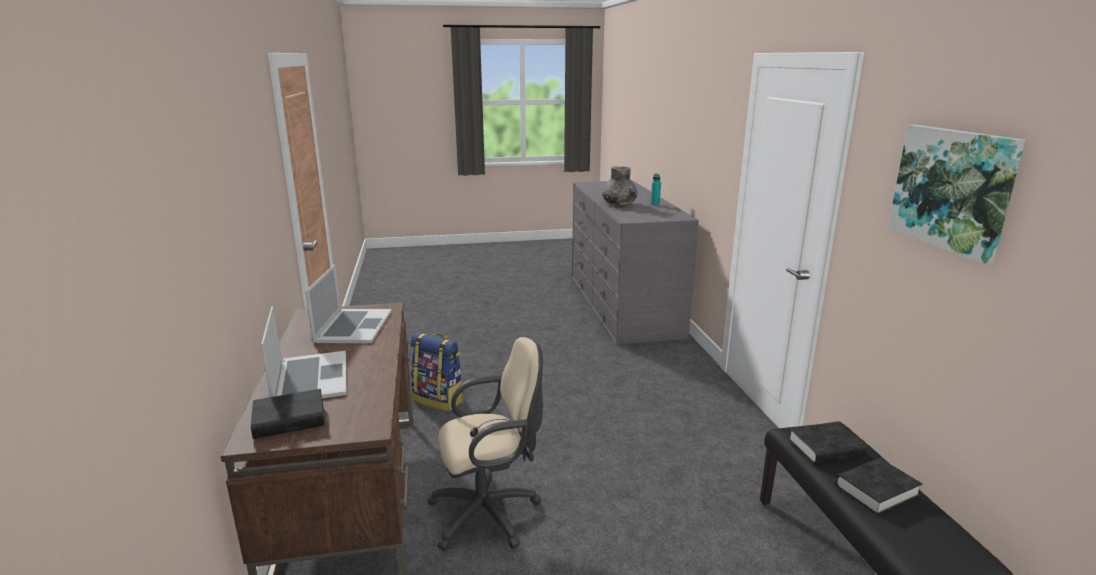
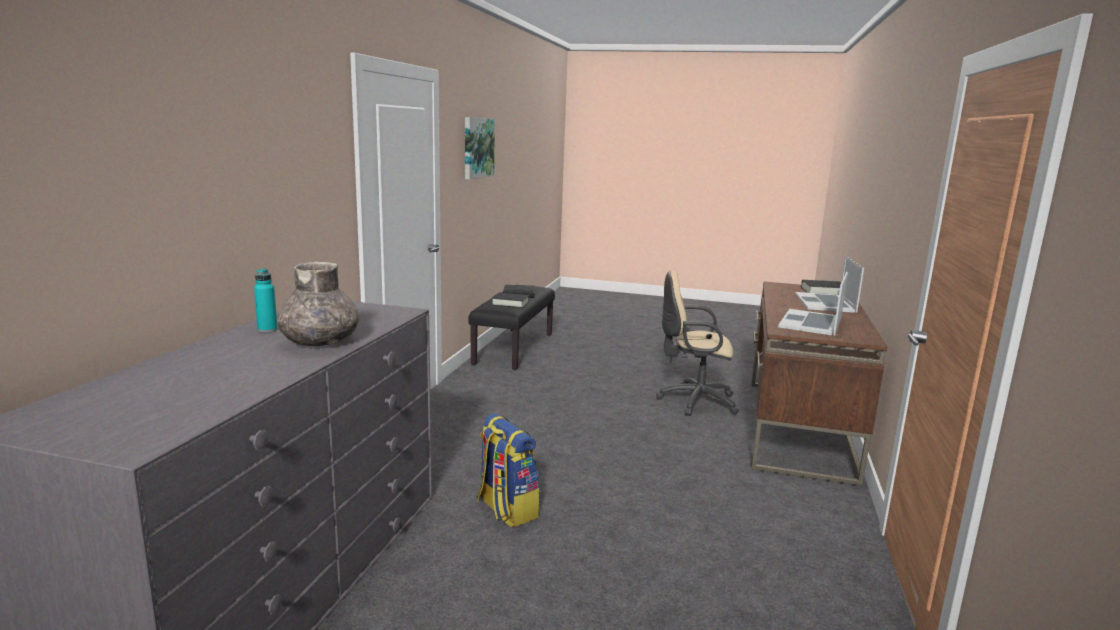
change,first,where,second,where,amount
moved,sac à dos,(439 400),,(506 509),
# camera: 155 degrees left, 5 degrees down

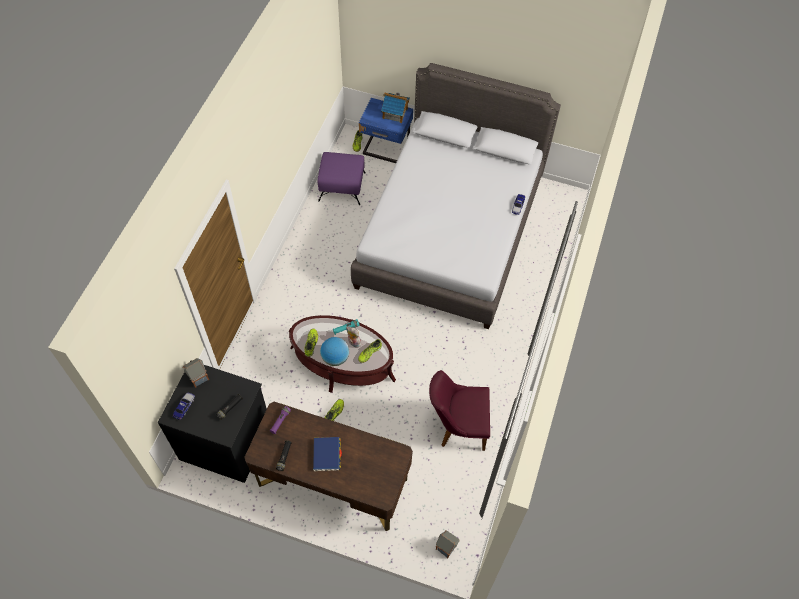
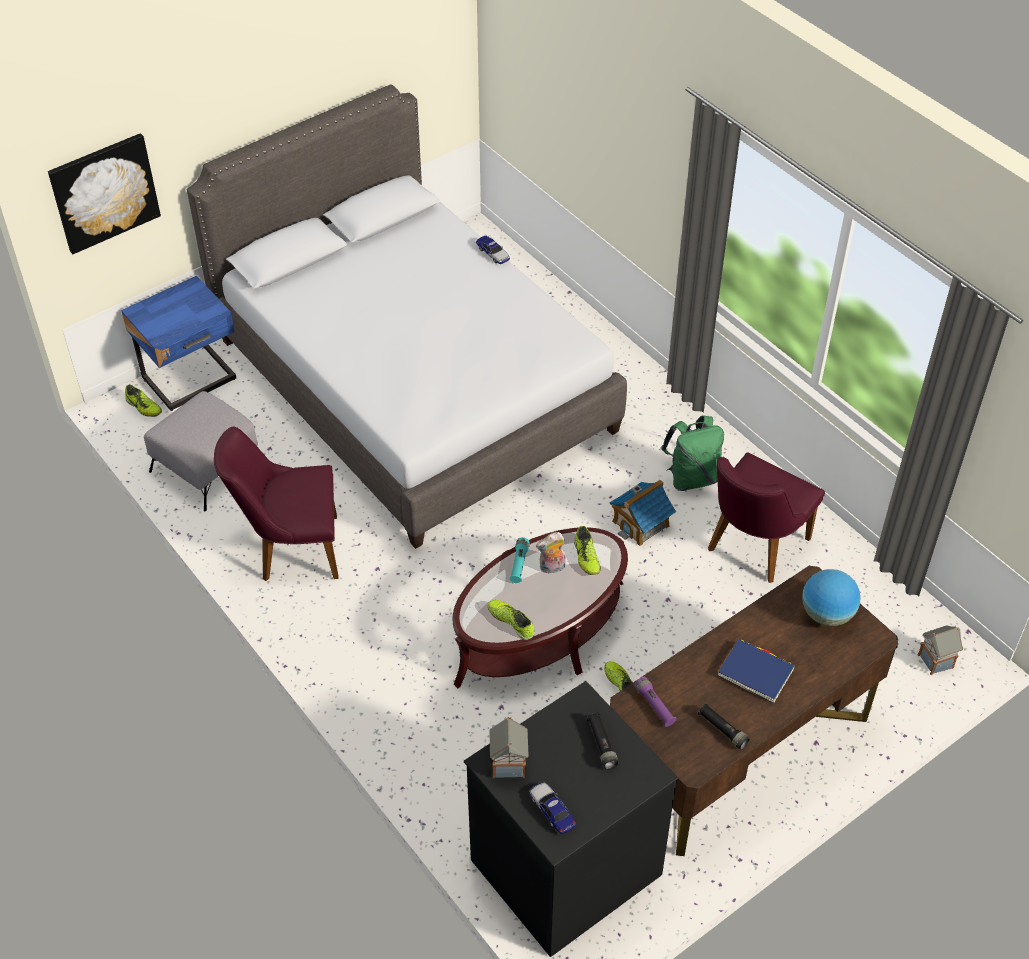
change,first,where,second,where,amount
added,,,tableau,(104 192),
added,,,chaise (violet),(290 549),
added,,,sac à dos (vert),(691 478),
moved,globe,(335 358),,(826 614),
moved,maison miniature,(395 113),,(641 523),
recoloured,pouf (violet),(342 186),pouf (gris),(207 467),
# camera: 55 degrees left, 10 degrees down

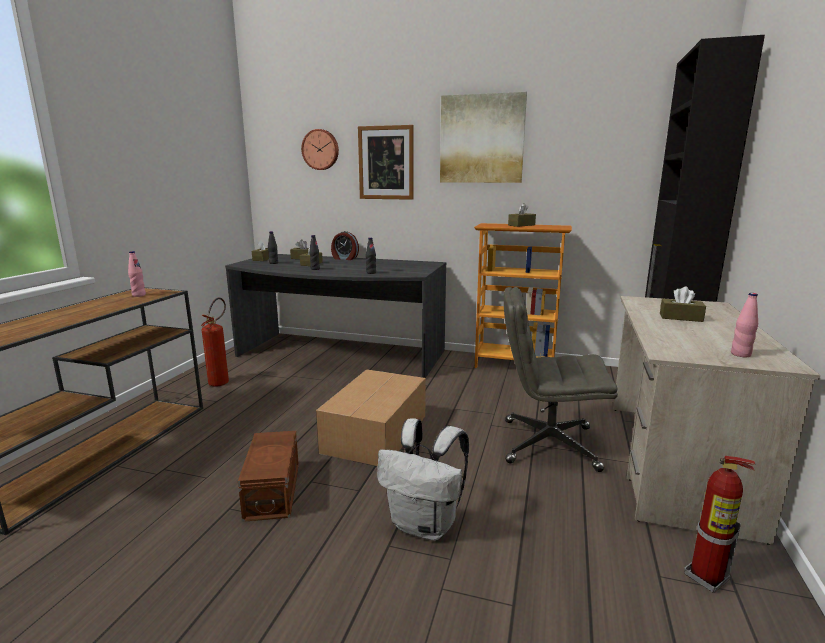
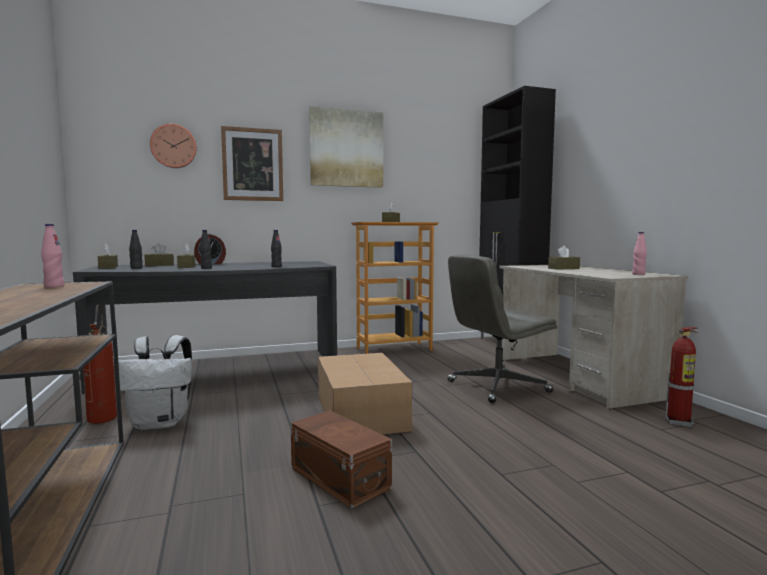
change,first,where,second,where,amount
moved,sac à dos (blanc),(425 525),,(161 423),
# camera: 35 degrees left, 10 degrees down

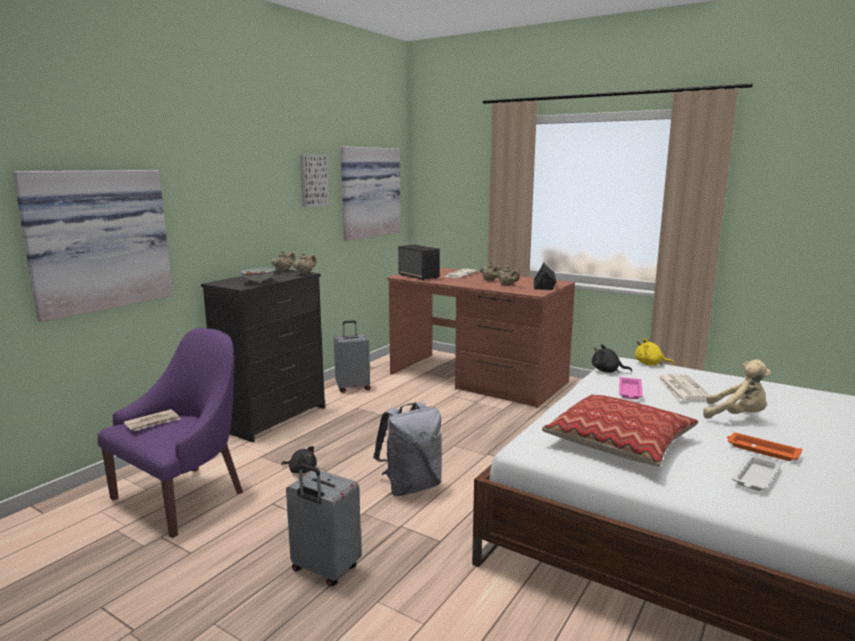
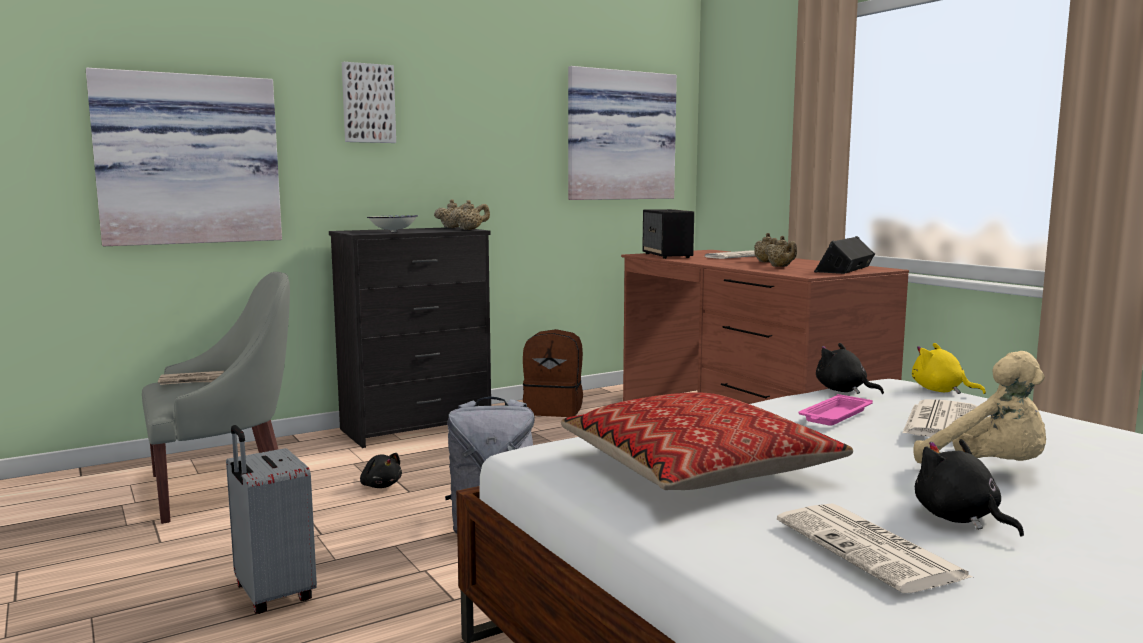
change,first,where,second,where,amount
moved,tableau,(312 180),,(368 103),
replaced,valise (gris),(353 388),sac à dos (marron),(554 410),
replaced,plateau (orange),(761 450),peluche (noir),(959 519),
replaced,plateau (blanc),(755 477),journal,(871 549),
recoloured,fauteuil (violet),(183 496),fauteuil (gris),(223 487),
# camera: 25 degrees right, 5 degrees down

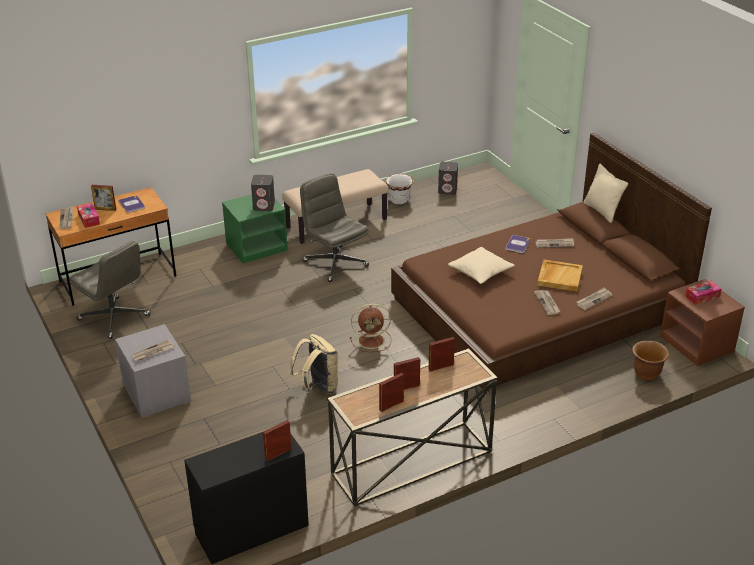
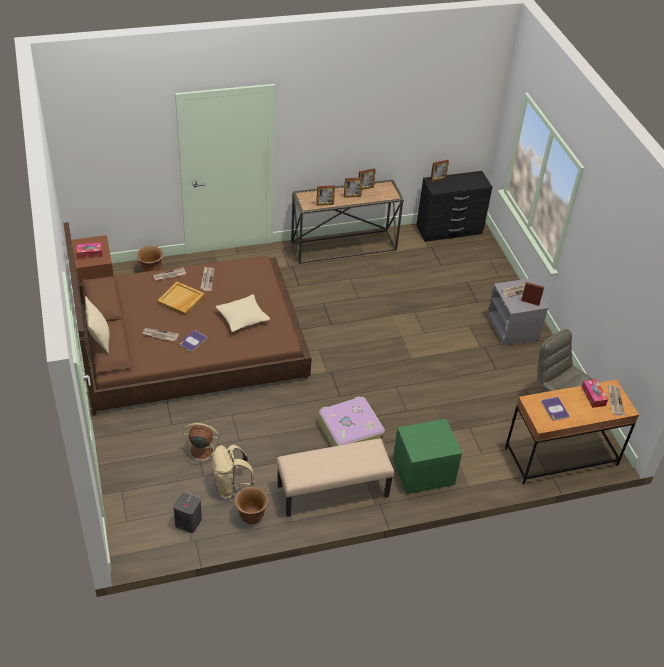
change,first,where,second,where,amount
removed,enceinte (gris),(264 206),,,
moved,cadre photo,(105 209),,(530 302),
moved,sac à dos (beige),(318 387),,(231 487),
moved,ventilateur (marron),(372 340),,(200 450),
replaced,chaise de bureau (gris),(334 263),valise,(349 432),
recoloured,cache-pot (blanc),(399 200),cache-pot (marron),(251 516),
# camera: 170 degrees left, 10 degrees up

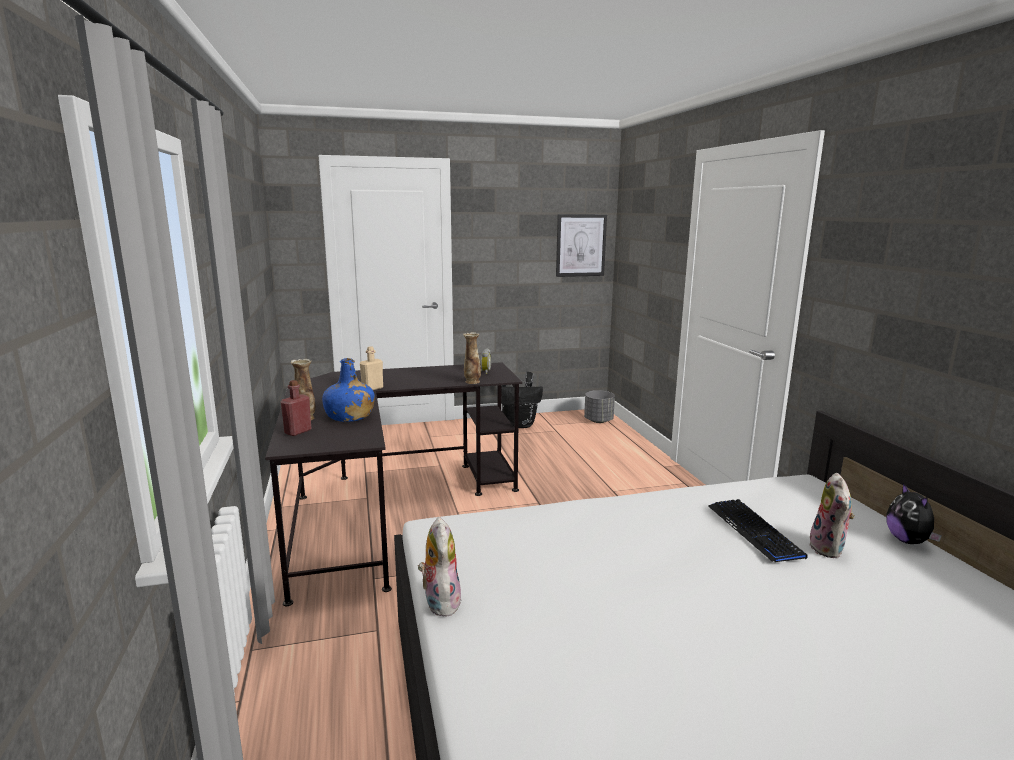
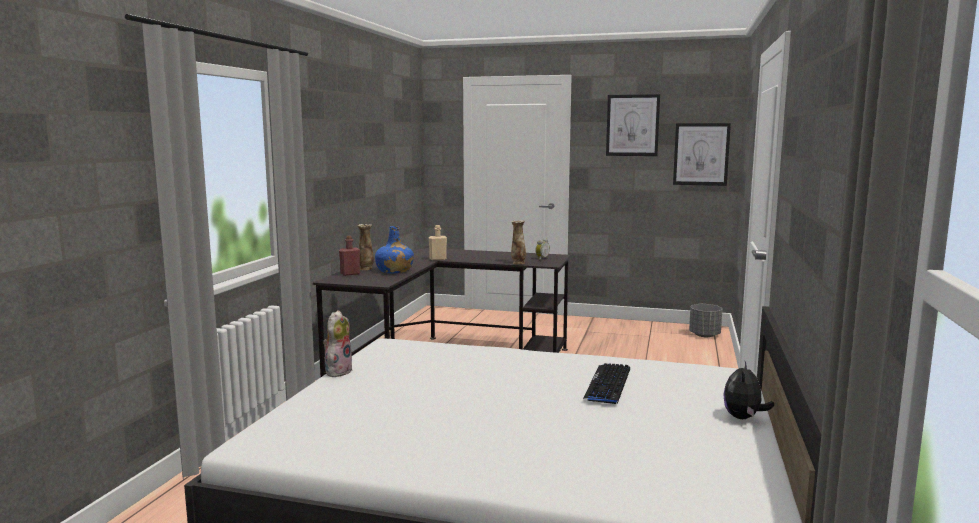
change,first,where,second,where,amount
removed,sac à dos (noir),(519 425),,,
removed,peluche,(829 549),,,
added,,,tableau,(632 125),
# camera: 30 degrees right, 5 degrees down

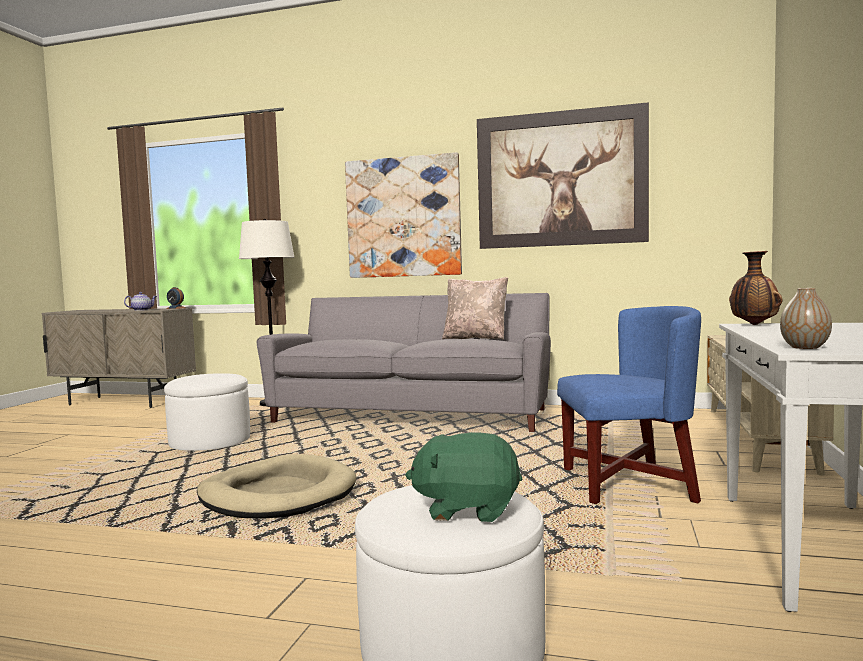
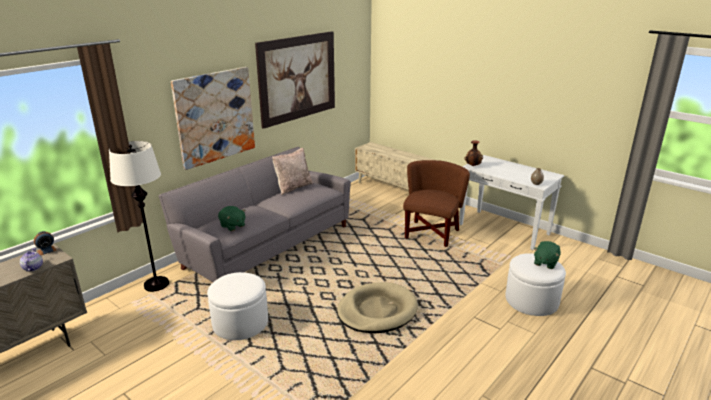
change,first,where,second,where,amount
added,,,peluche (vert),(232 226),
recoloured,fauteuil (bleu),(628 484),fauteuil (marron),(431 233),
# camera: 65 degrees left, 20 degrees up

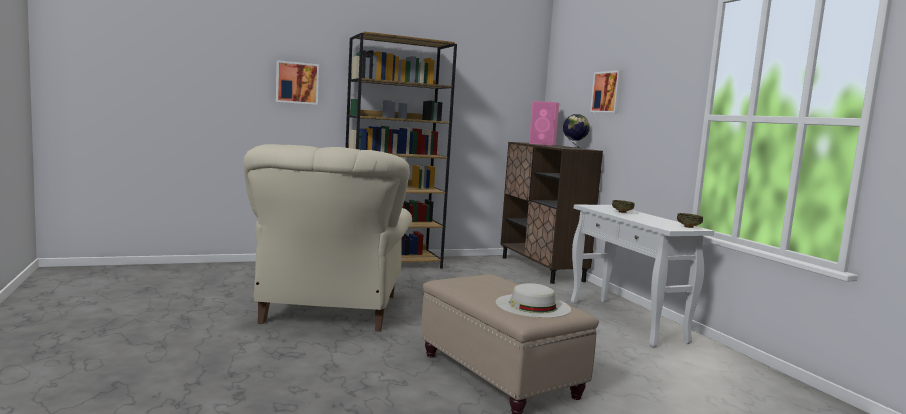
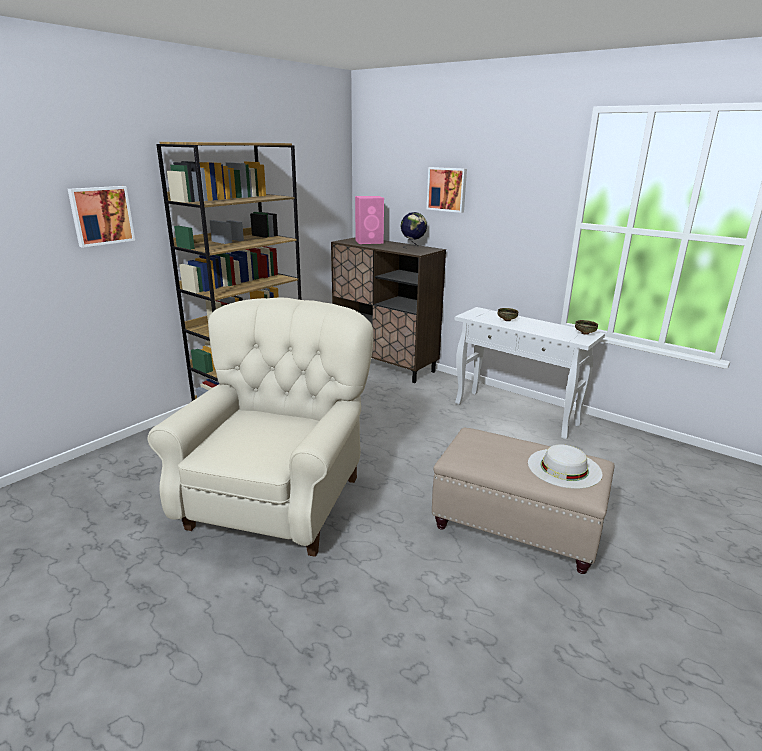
change,first,where,second,where,amount
turned,fauteuil (beige),(330 310),,(279 499),135 degrees counterclockwise
# camera: 30 degrees left, 15 degrees up

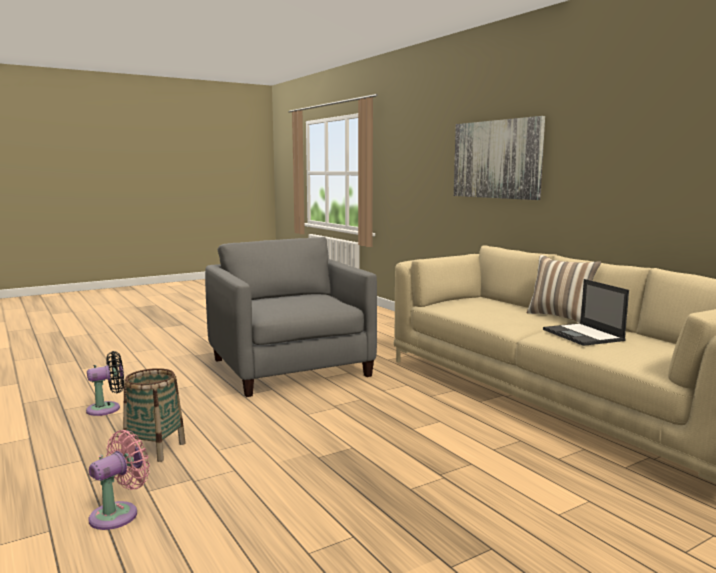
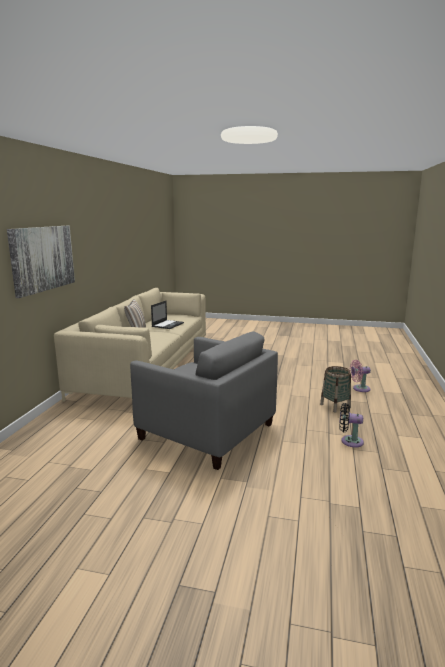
change,first,where,second,where,amount
turned,fauteuil (gris),(290 368),,(206 431),75 degrees counterclockwise
# camera: 135 degrees left, 5 degrees up

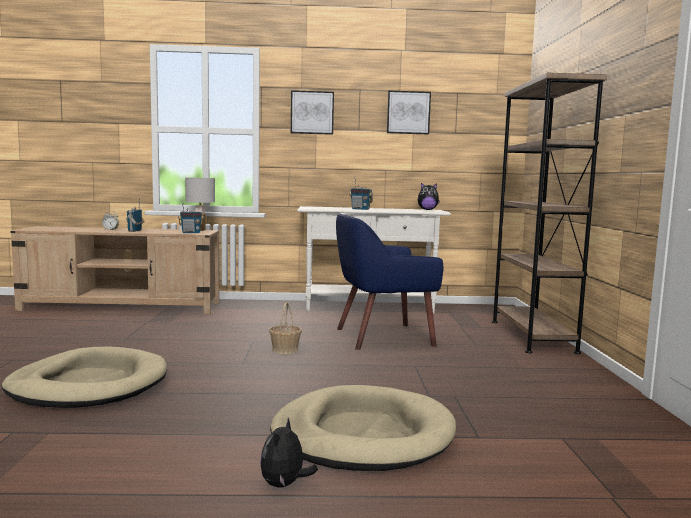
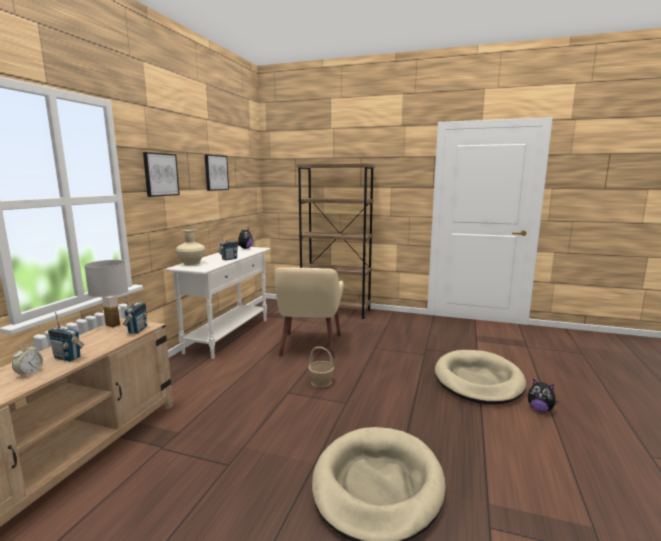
change,first,where,second,where,amount
added,,,vase (beige),(191 263),
recoloured,fauteuil (bleu),(382 336),fauteuil (beige),(310 345),
# camera: 70 degrees left, 5 degrees up

